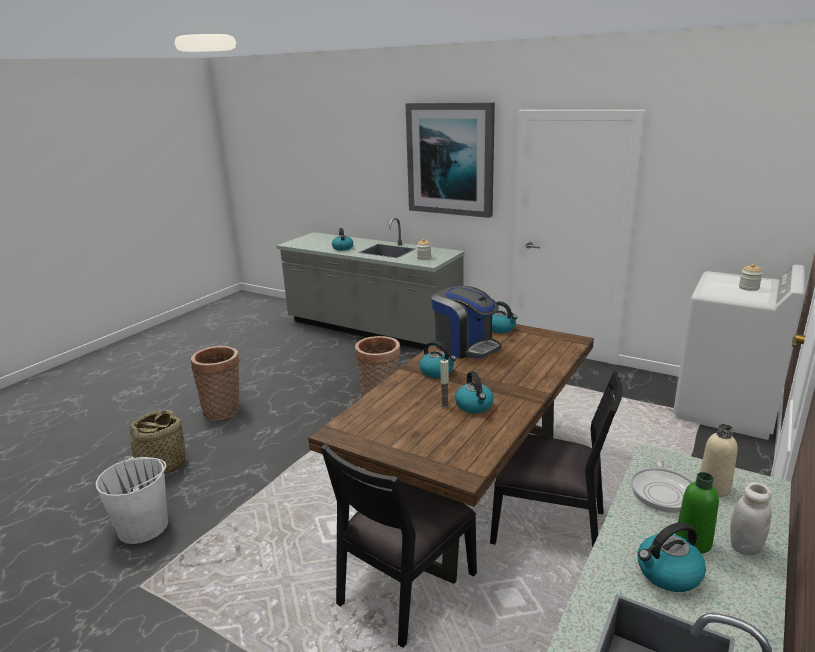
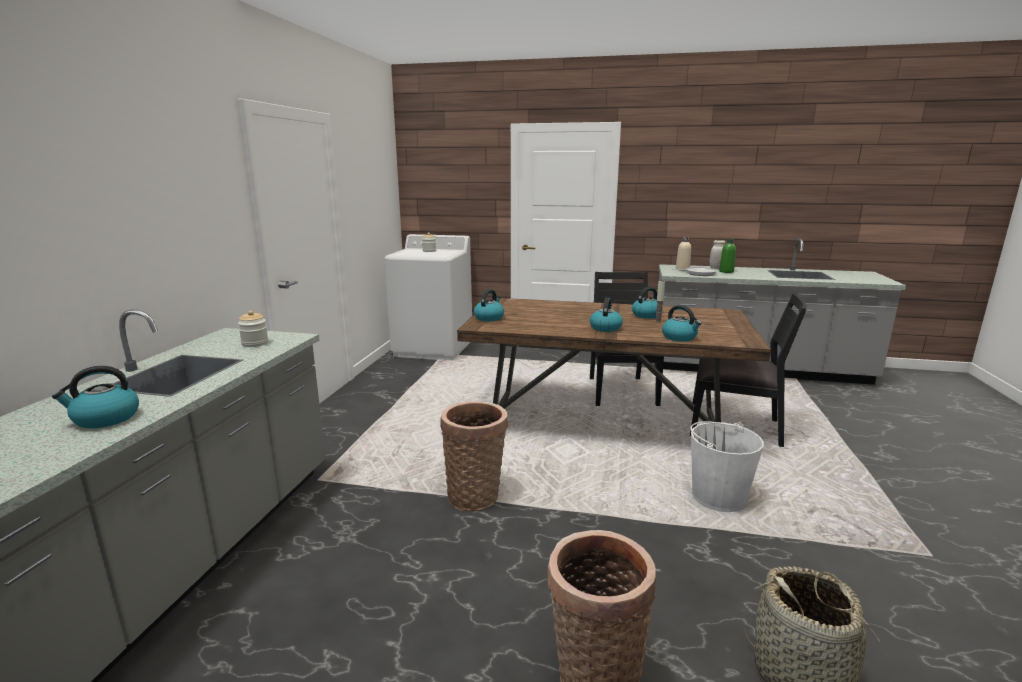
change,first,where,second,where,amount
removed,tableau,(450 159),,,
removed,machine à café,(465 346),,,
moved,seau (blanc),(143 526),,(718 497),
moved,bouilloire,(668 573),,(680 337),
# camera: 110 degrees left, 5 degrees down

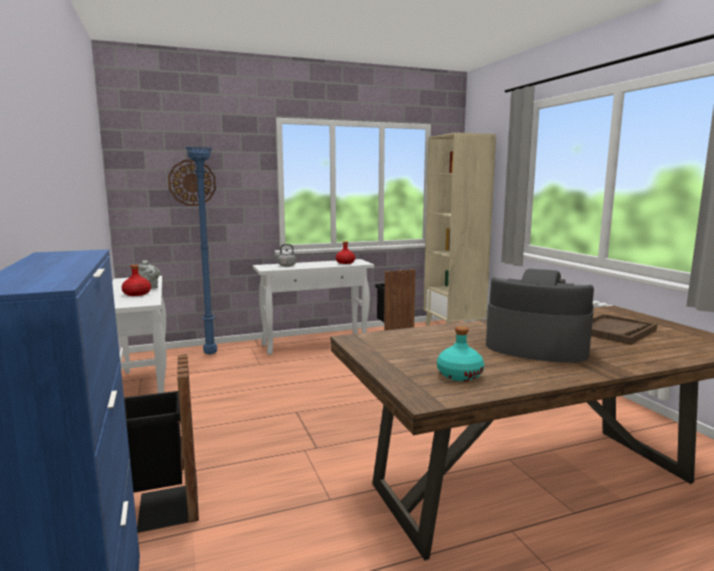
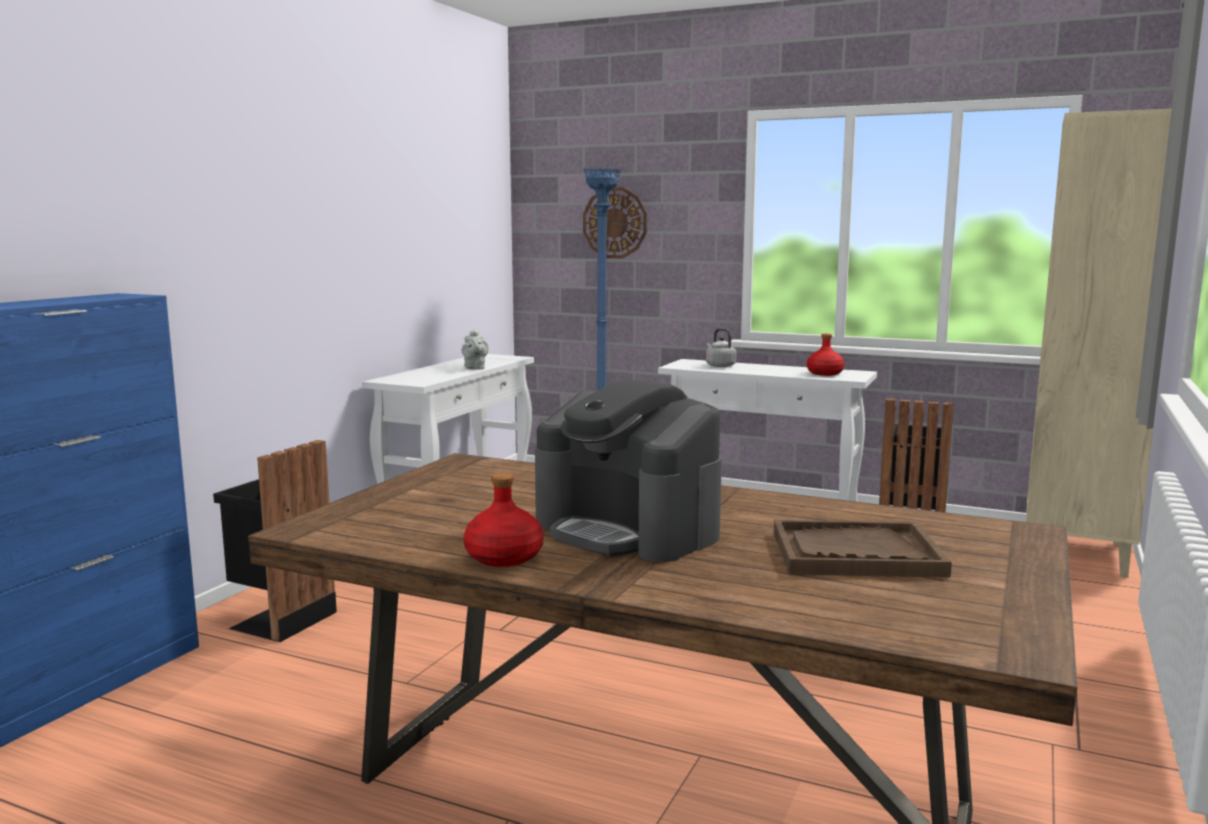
change,first,where,second,where,amount
removed,bouteille (turquoise),(459 375),,,
moved,bouteille (rouge),(137 294),,(505 557),
turned,machine à café,(536 347),,(629 530),150 degrees clockwise
# camera: 45 degrees right, 0 degrees up

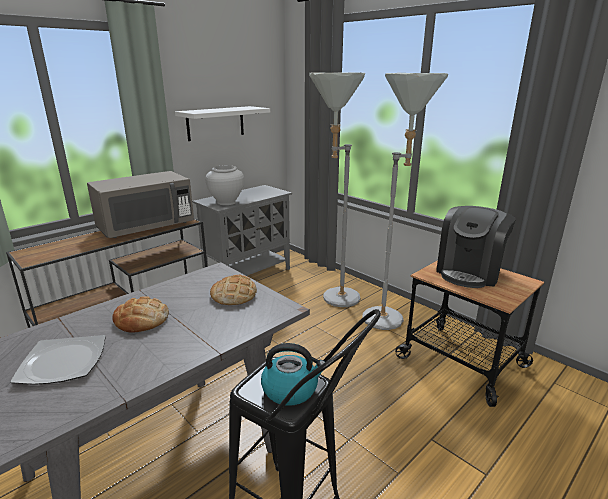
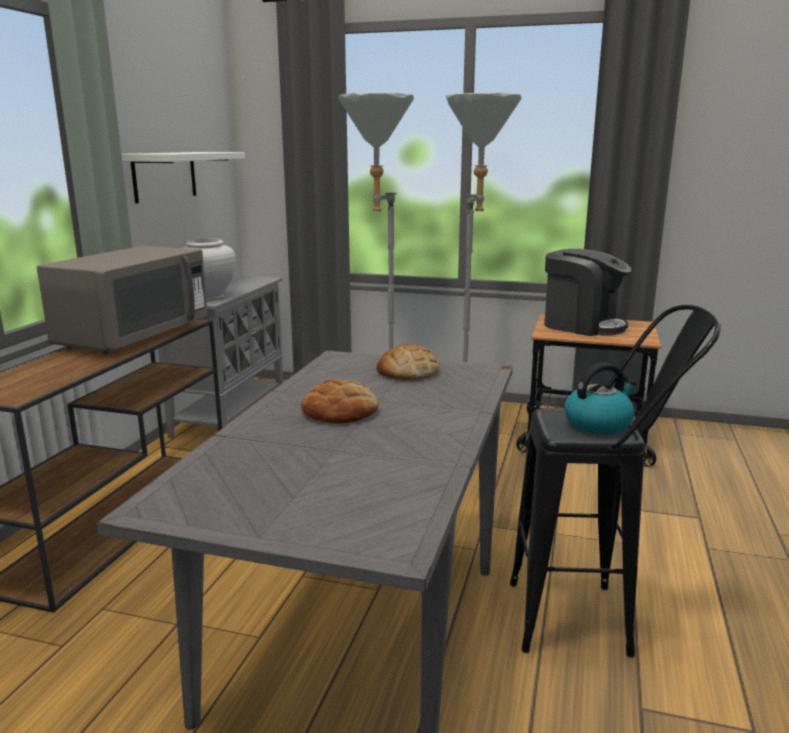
change,first,where,second,where,amount
removed,assiette,(62 362),,,
turned,machine à café,(469 272),,(582 325),60 degrees counterclockwise
# camera: 30 degrees left, 5 degrees down

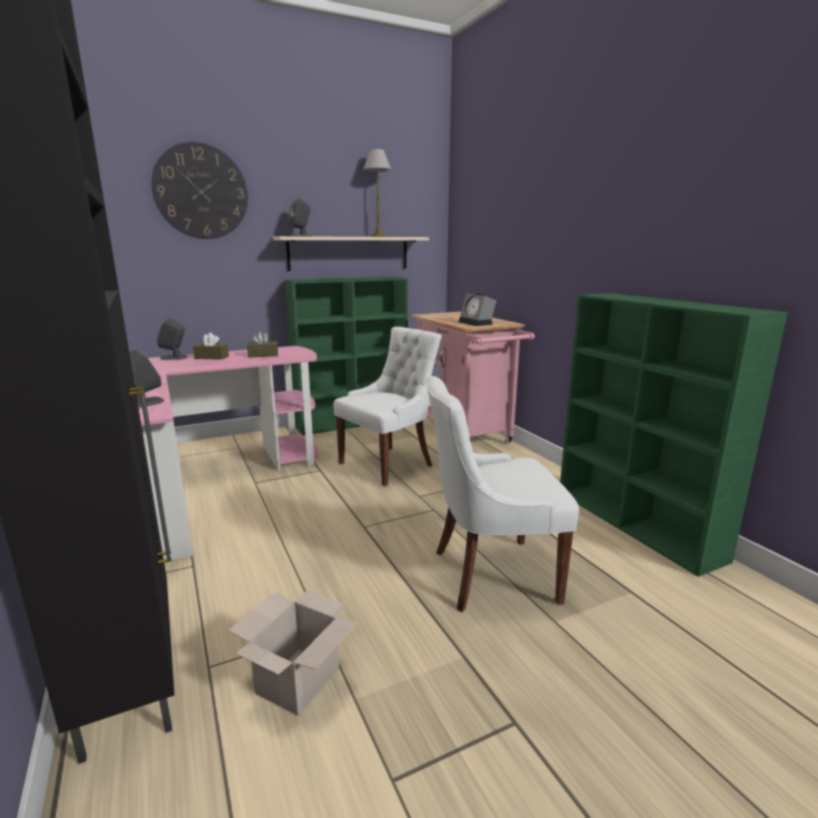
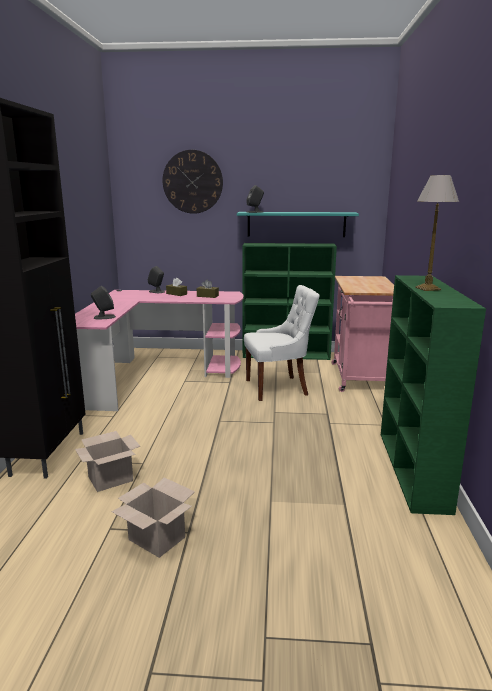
change,first,where,second,where,amount
removed,chaise (blanc),(490 574),,,
removed,réveil,(477 323),,,
added,,,carton,(155 538),
moved,lampe de table,(378 236),,(427 289),
recoloured,étagère (beige),(349 253),étagère (turquoise),(296 224),
# camera: 30 degrees right, 0 degrees up

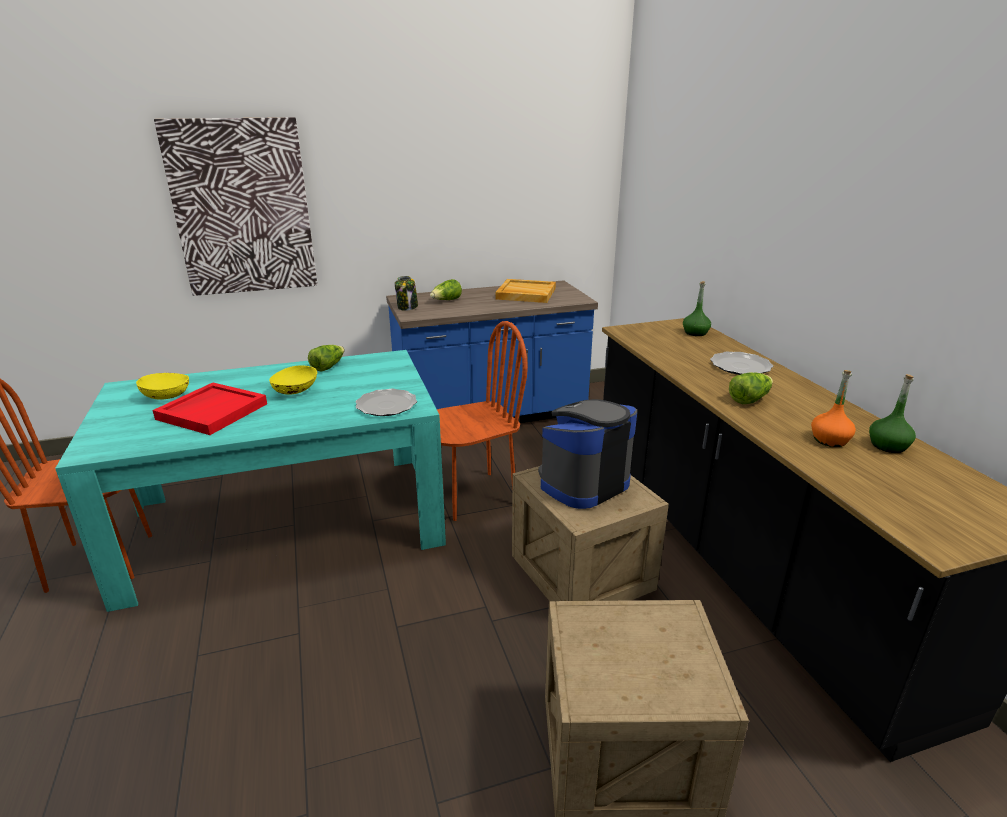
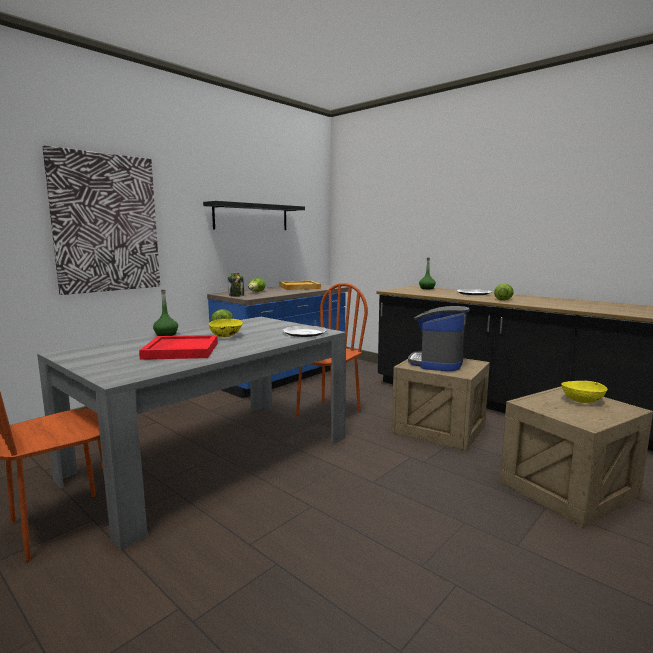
change,first,where,second,where,amount
removed,bouteille (orange),(829 440),,,
added,,,étagère (noir),(251 217),
moved,bol (jaune),(167 396),,(582 401),
moved,bouteille (vert),(888 445),,(166 334),
recoloured,table à manger (turquoise),(286 524),table à manger (gris),(212 457),
# camera: 30 degrees left, 15 degrees down

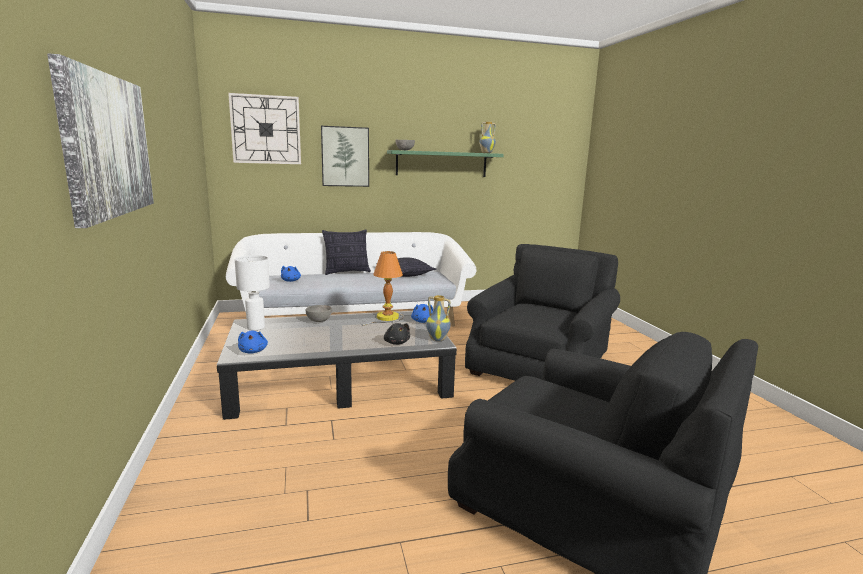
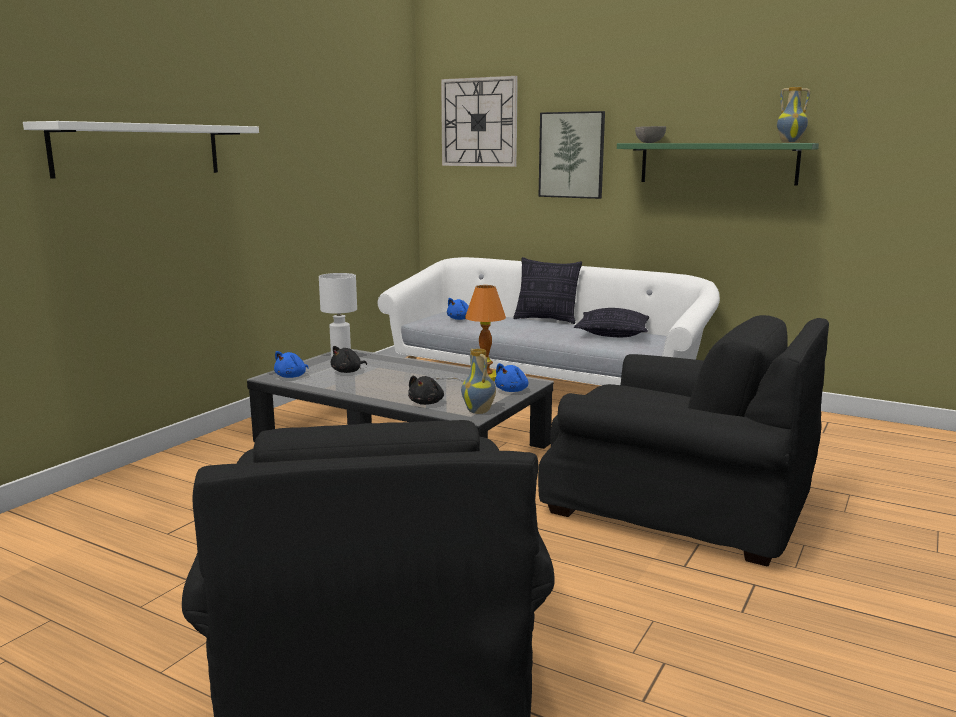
change,first,where,second,where,amount
removed,bol (gris),(319 321),,,
added,,,peluche (noir),(348 372),
replaced,tableau,(108 145),étagère (blanc),(139 150),
turned,fauteuil (noir),(538 364),,(677 504),45 degrees clockwise
# camera: 45 degrees right, 0 degrees up

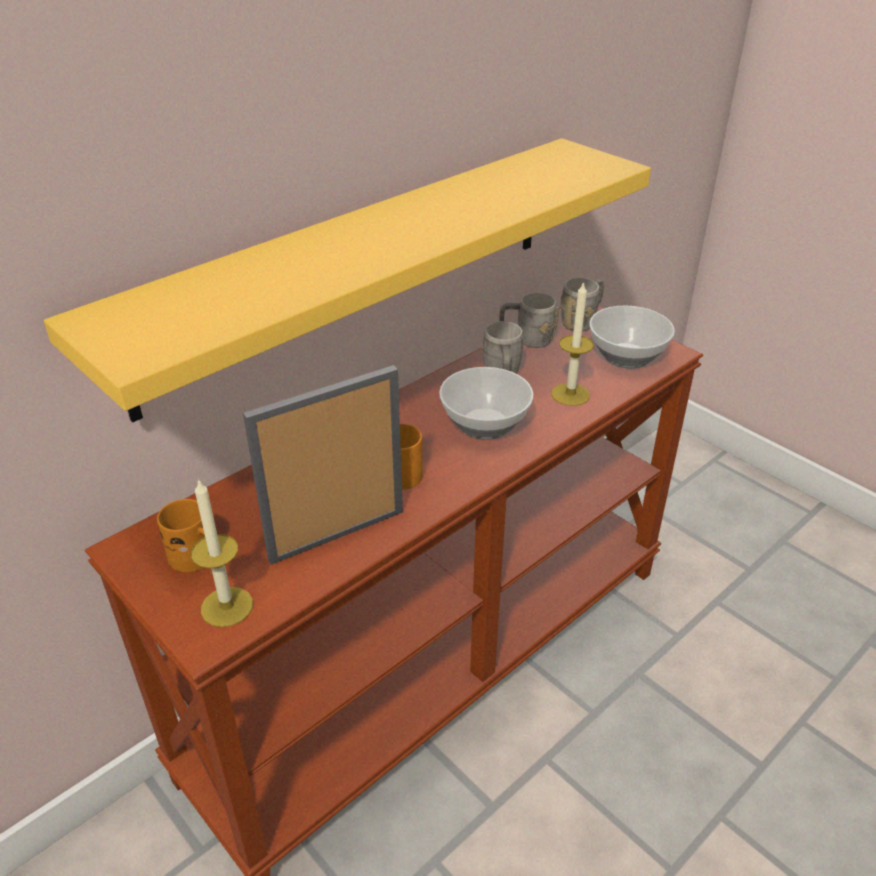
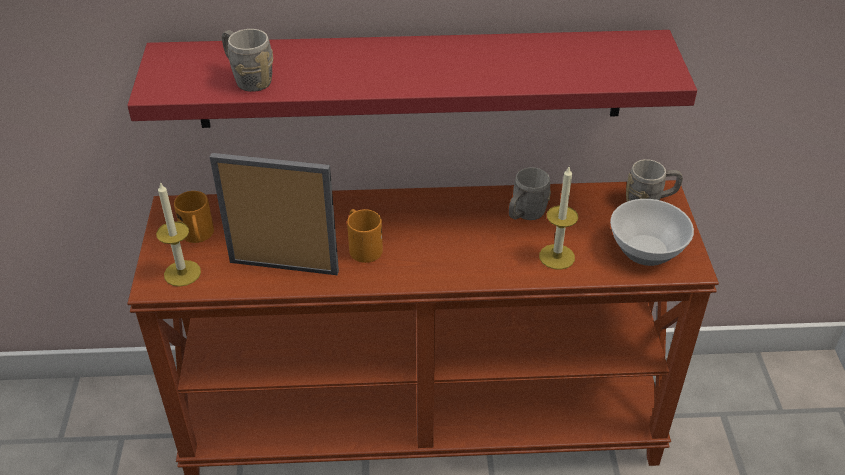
change,first,where,second,where,amount
removed,bol,(484 423),,,
moved,mug (gris),(527 340),,(248 78),
recoloured,étagère (jaune),(356 267),étagère (rouge),(411 79),
# camera: 40 degrees right, 5 degrees up

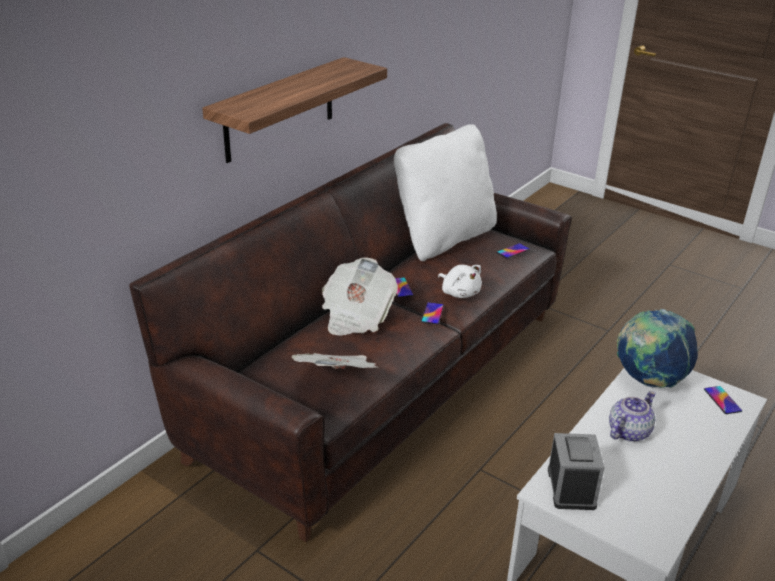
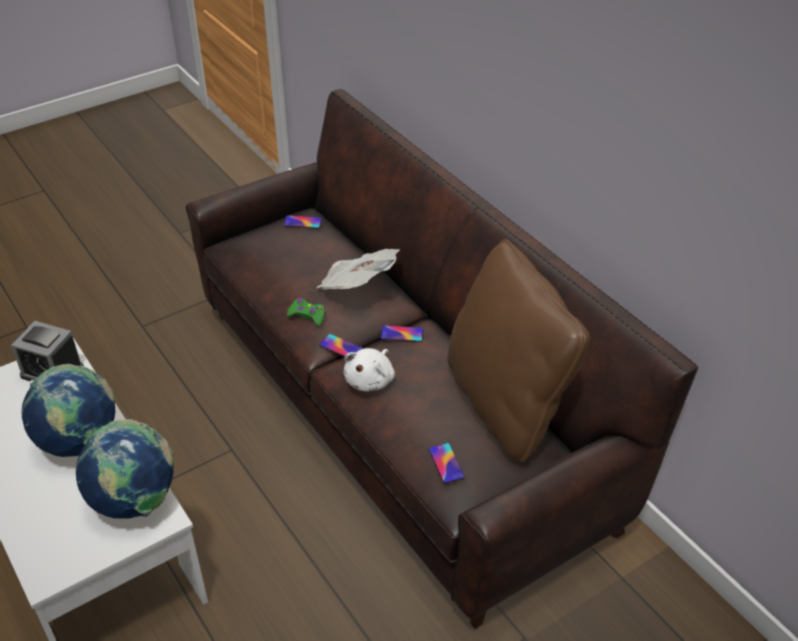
change,first,where,second,where,amount
removed,étagère,(280 110),,,
removed,journal,(338 378),,,
added,,,manette (vert),(307 315),
moved,téléphone,(722 400),,(302 222),
replaced,théière,(628 432),globe,(80 442),
recoloured,coussin (blanc),(444 238),coussin (marron),(506 403),
turned,peluche (blanc),(459 292),,(371 380),45 degrees counterclockwise
# camera: 110 degrees right, 10 degrees up

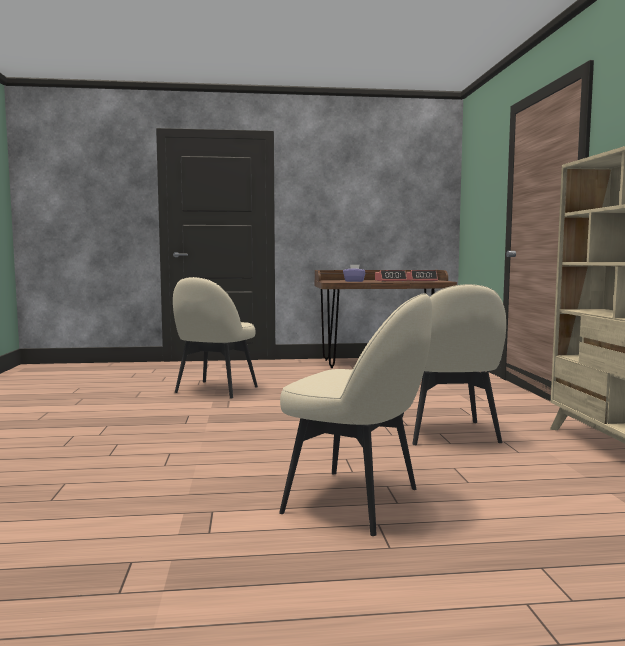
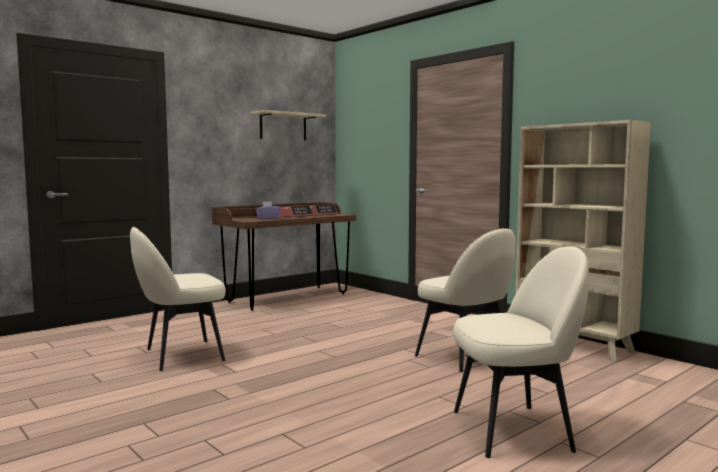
change,first,where,second,where,amount
added,,,étagère (beige),(283 126),
turned,chaise (beige),(215 390),,(181 355),75 degrees clockwise
# camera: 35 degrees left, 0 degrees up

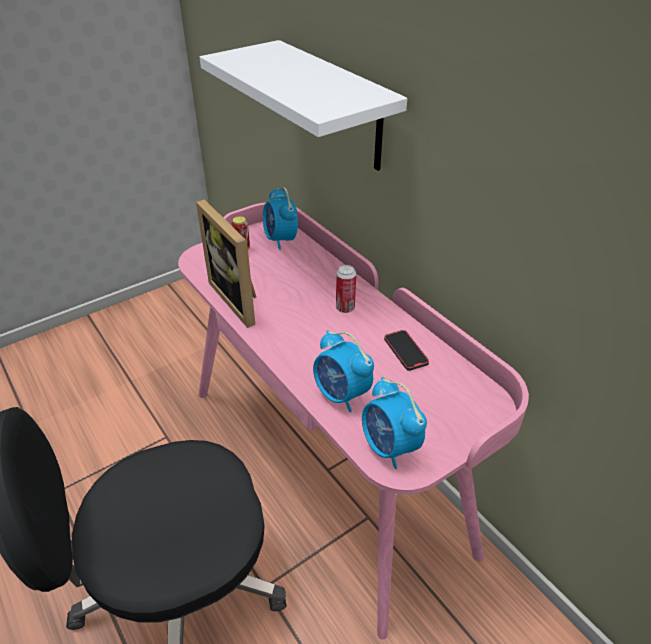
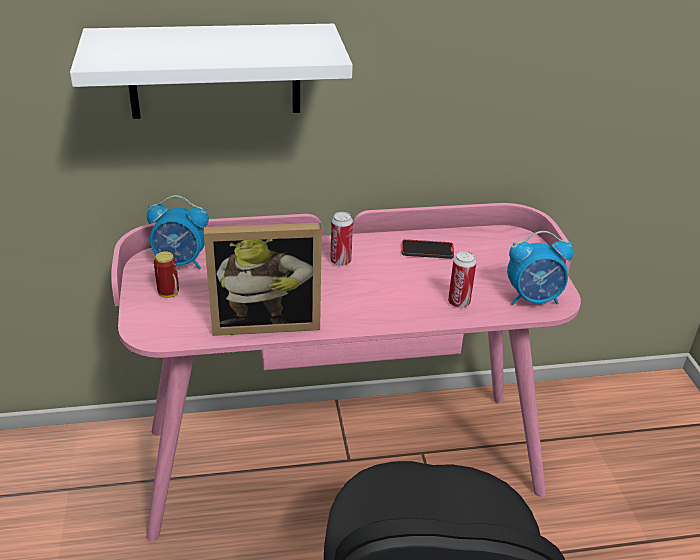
change,first,where,second,where,amount
replaced,réveil,(341 395),boîte métallique,(458 302),
# camera: 65 degrees left, 5 degrees down

